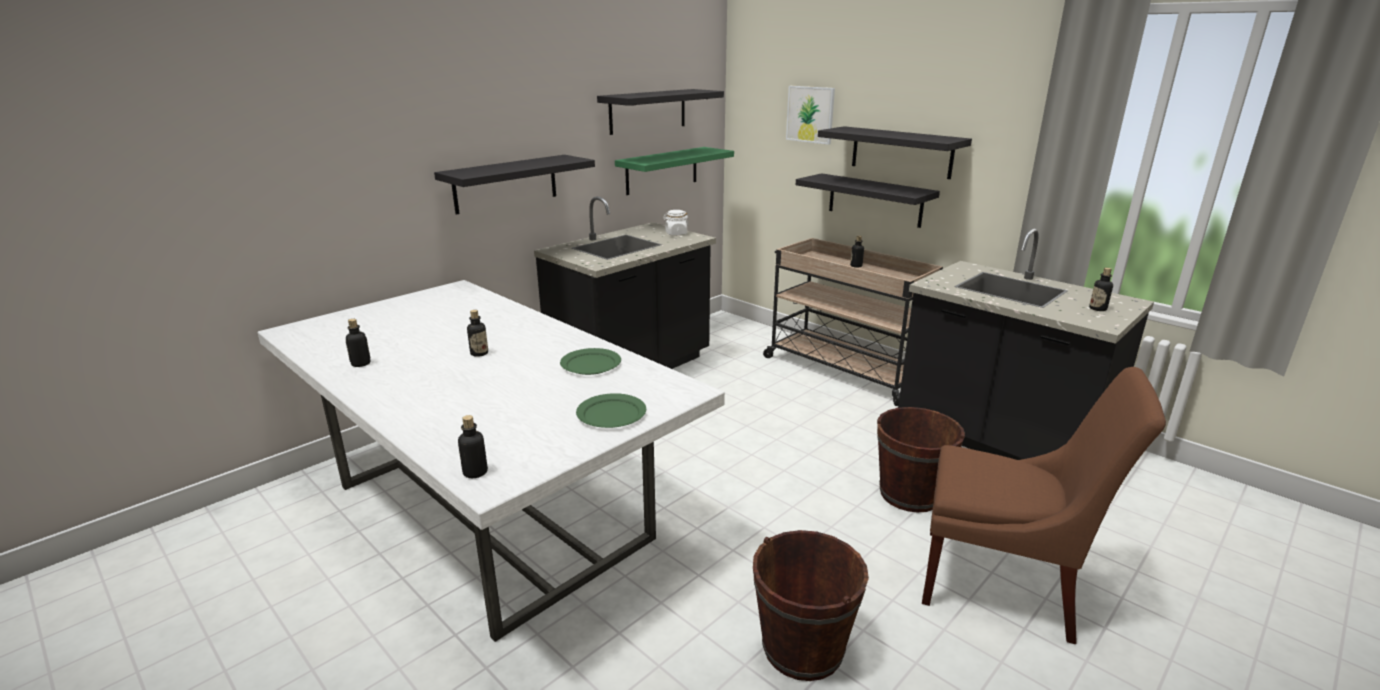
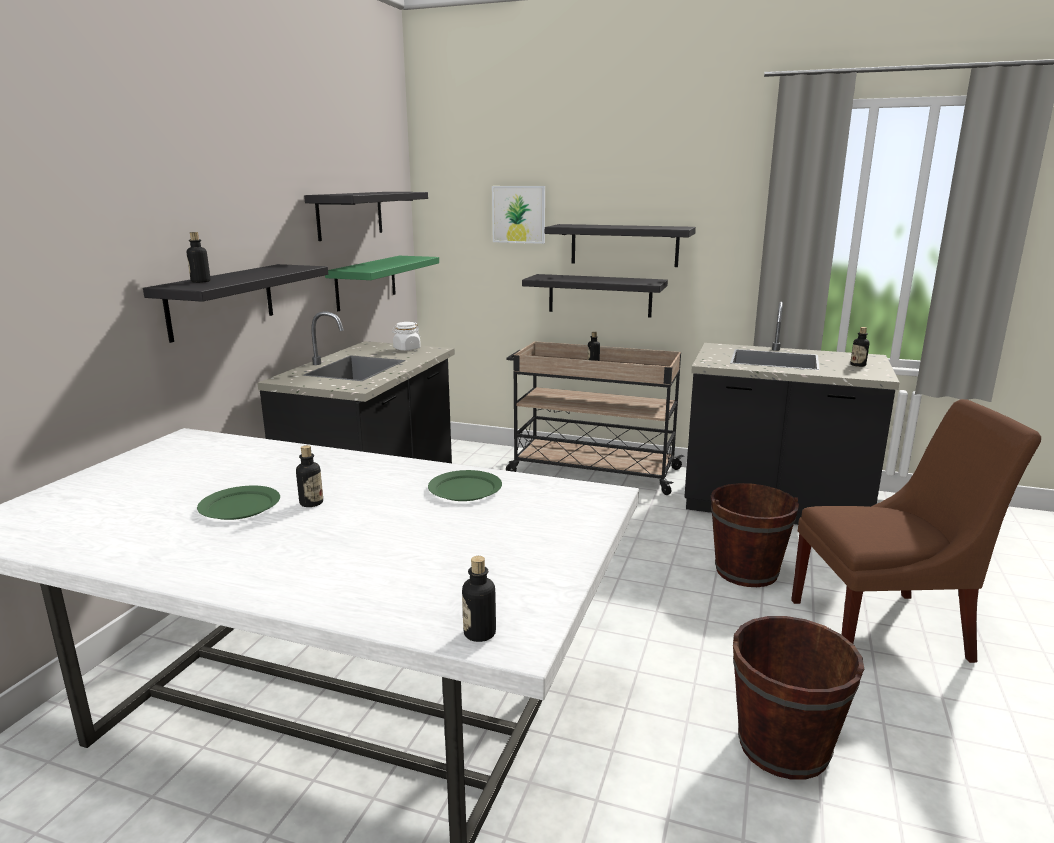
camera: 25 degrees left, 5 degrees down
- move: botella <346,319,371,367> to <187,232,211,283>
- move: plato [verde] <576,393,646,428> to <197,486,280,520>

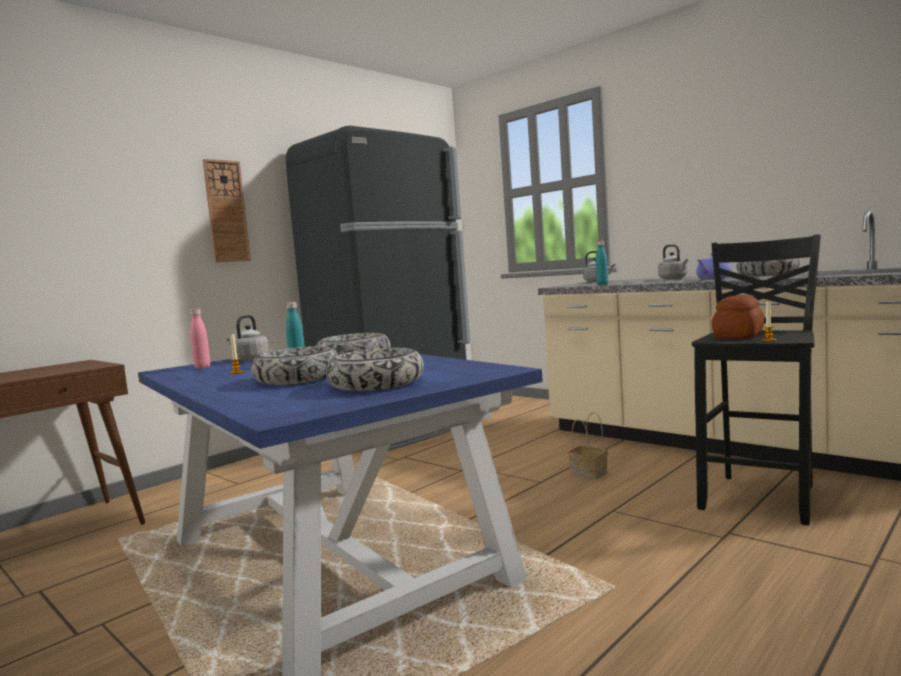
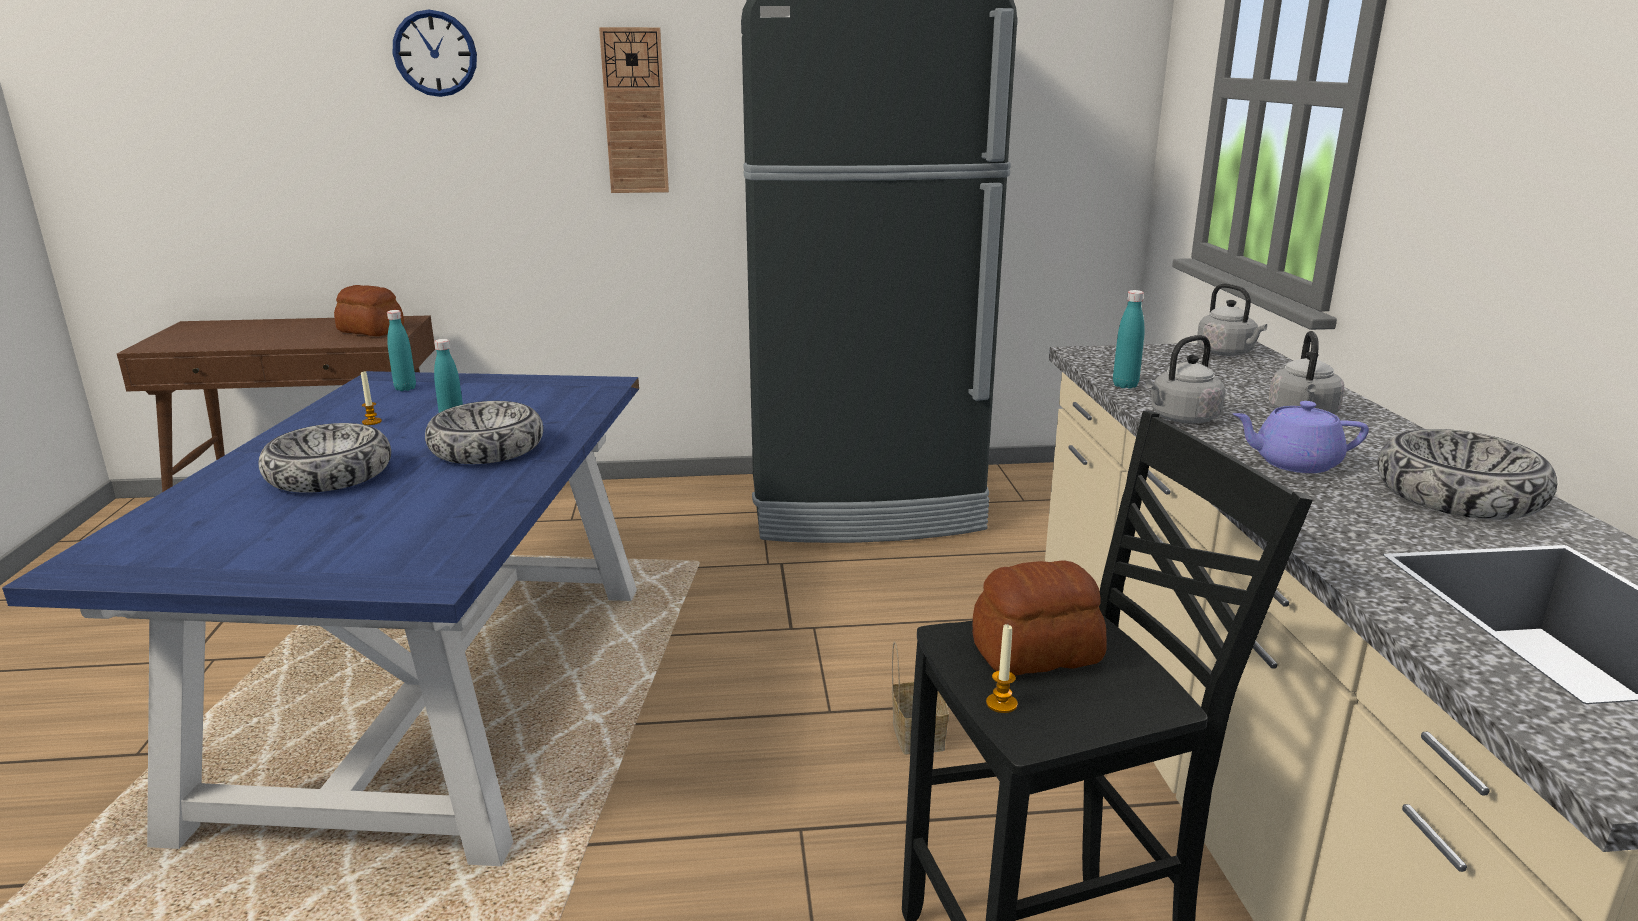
camera: 40 degrees right, 15 degrees up
- delete: cuenco <326,348,424,391>
- insert: pan <334,285,404,336>
- insert: reloj de pared <393,10,477,97>
- move: hervidor [gris] <226,315,270,361> to <1146,335,1225,424>
- recolor: botella [rosa] <190,309,211,369> to botella [turquesa] <387,310,416,391>

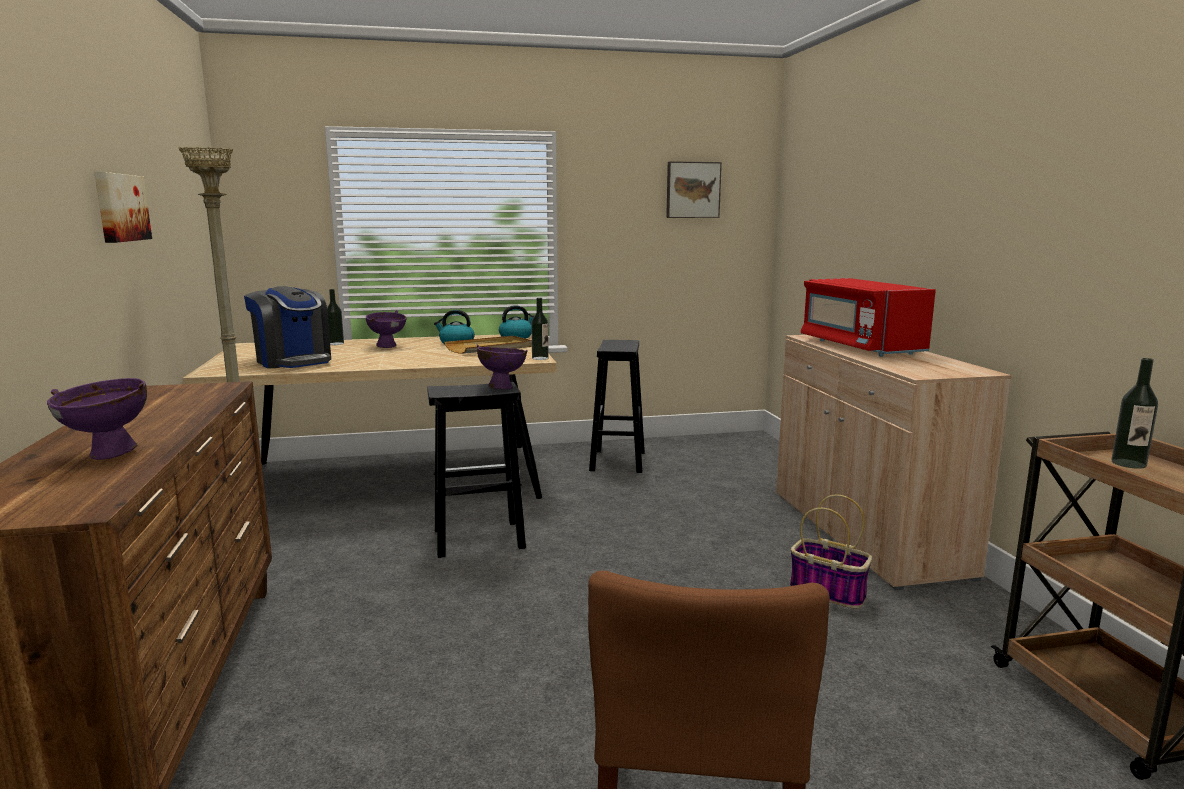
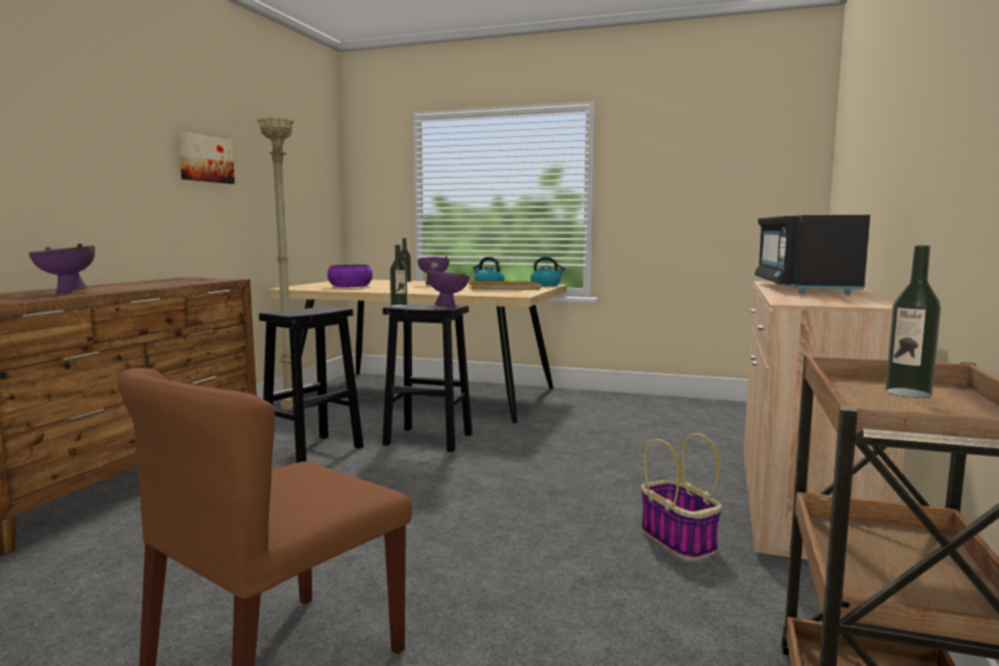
camera: 30 degrees right, 5 degrees down
- delete: cuadro <666,161,722,218>
- move: botella <531,298,549,360> to <390,245,407,307>
- move: taburete [negro] <589,340,645,473> to <259,306,364,463>
- replace: cafetera <244,286,331,369> to cuenco [morado] <327,264,373,288>
- recolor: microondas [rojo] <801,278,936,357> to microondas [negro] <755,215,870,294>

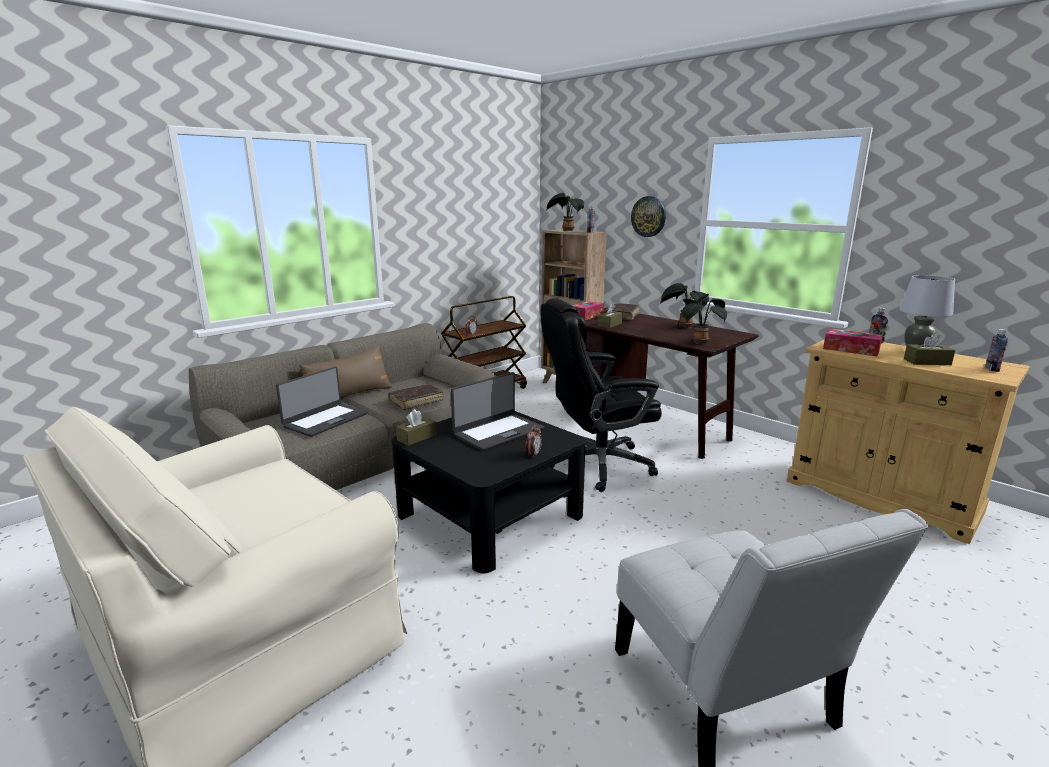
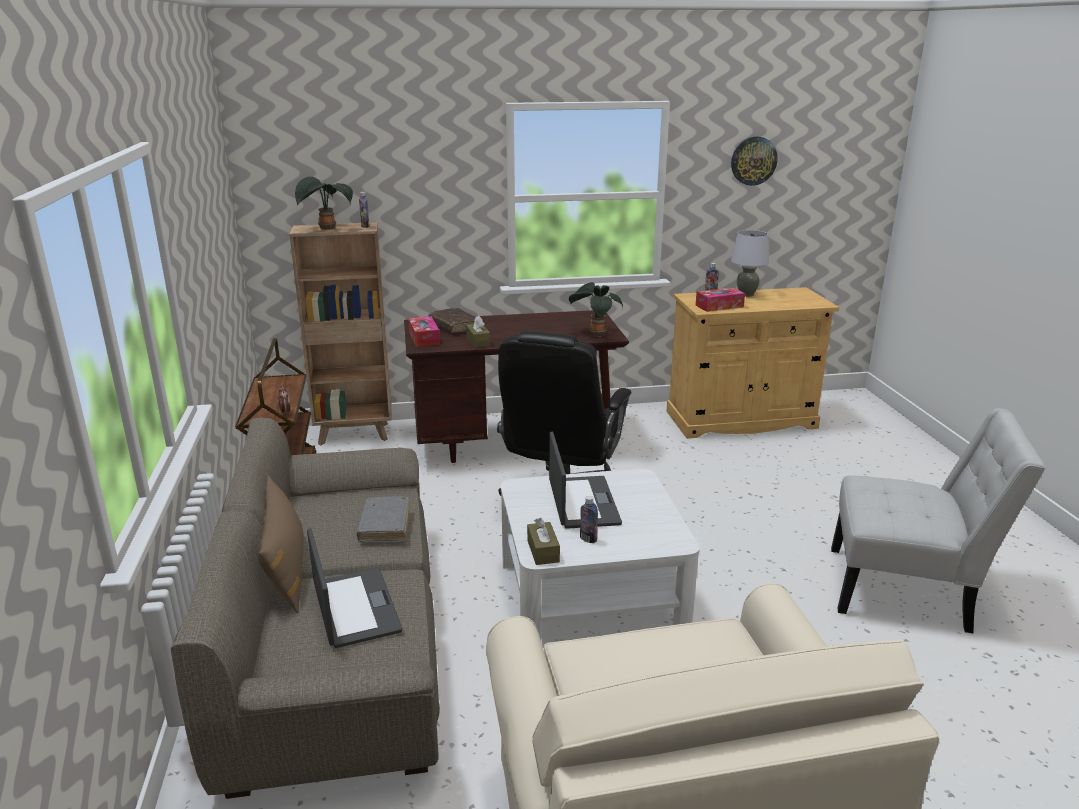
camera: 55 degrees left, 5 degrees up
- delete: despertador <526,425,542,458>
- delete: planta en maceta <660,283,709,328>
- delete: caja de pañuelos [marrón] <904,333,955,365>
- move: reloj de pared <631,196,666,237> to <731,137,778,186>
- move: botella <985,329,1008,372> to <580,496,598,543>
- recolor: libro [marrón] <388,384,444,410> to libro [gris] <357,496,410,543>
- recolor: mesa de centro [negro] <391,411,586,574> to mesa de centro [blanco] <501,468,700,643>

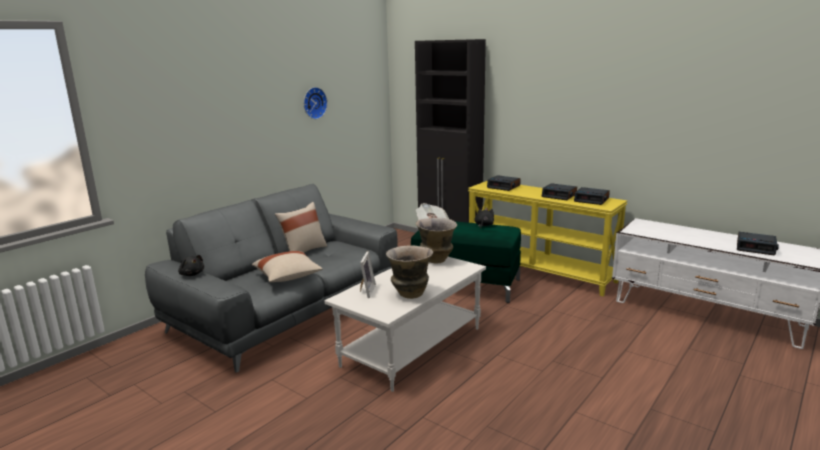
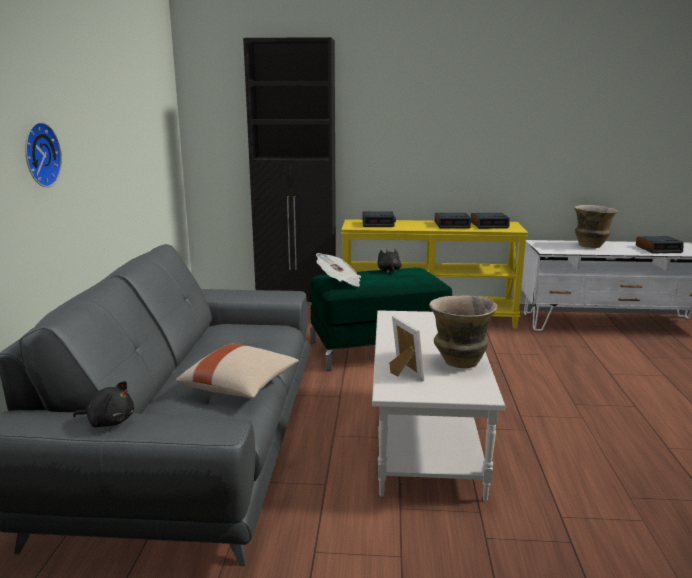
camera: 35 degrees left, 0 degrees up
- delete: cojín [beis] <275,202,327,252>
- move: reloj de pared <304,87,327,119> to <25,122,62,187>
- move: florero <416,218,457,263> to <574,205,618,248>

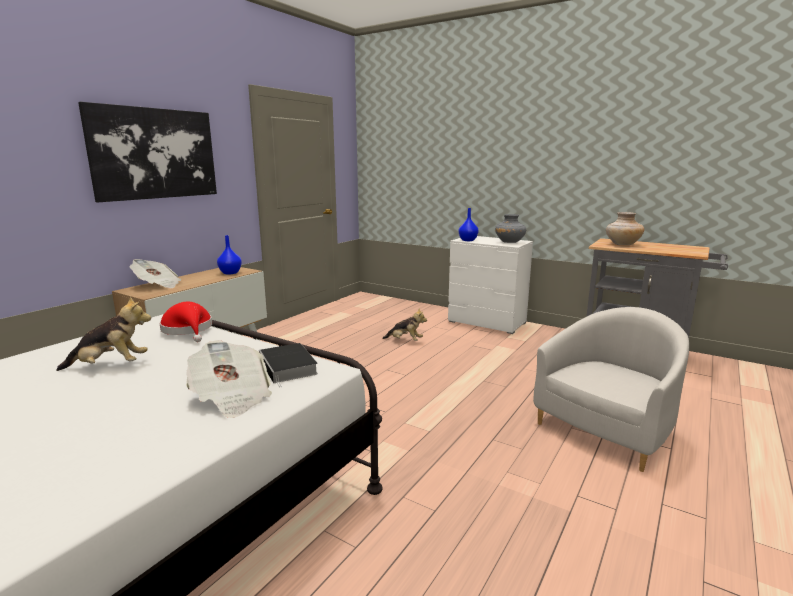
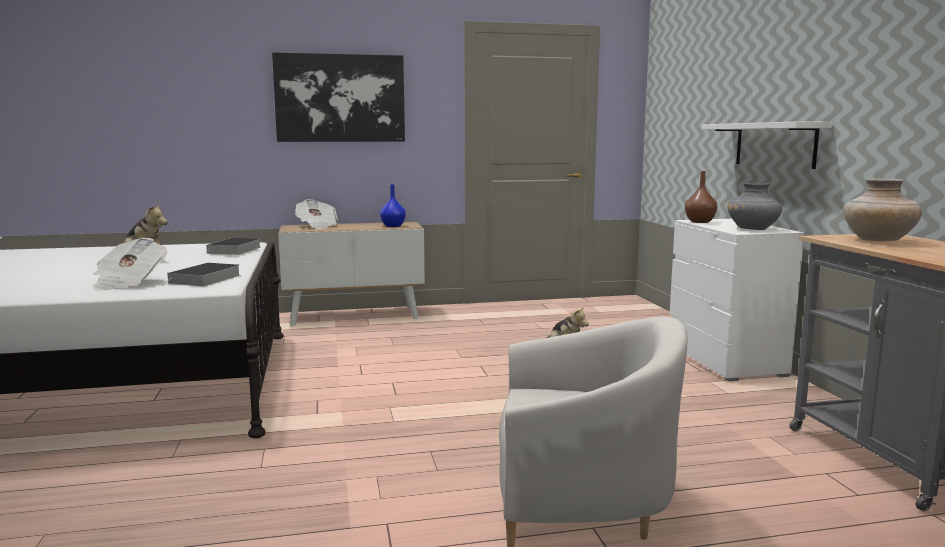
camera: 45 degrees right, 5 degrees down
- insert: estante [blanco] <702,121,832,169>
- replace: sombrero [rojo] <159,302,212,342> to libro <204,238,261,255>
- recolor: florero [azul] <459,208,479,241> to florero [marrón] <685,171,718,223>

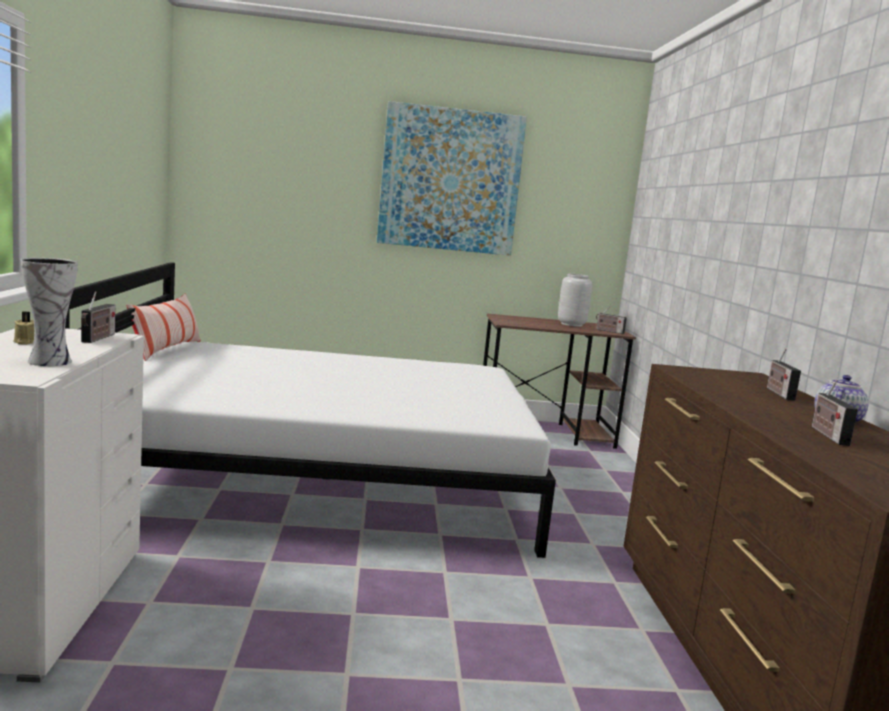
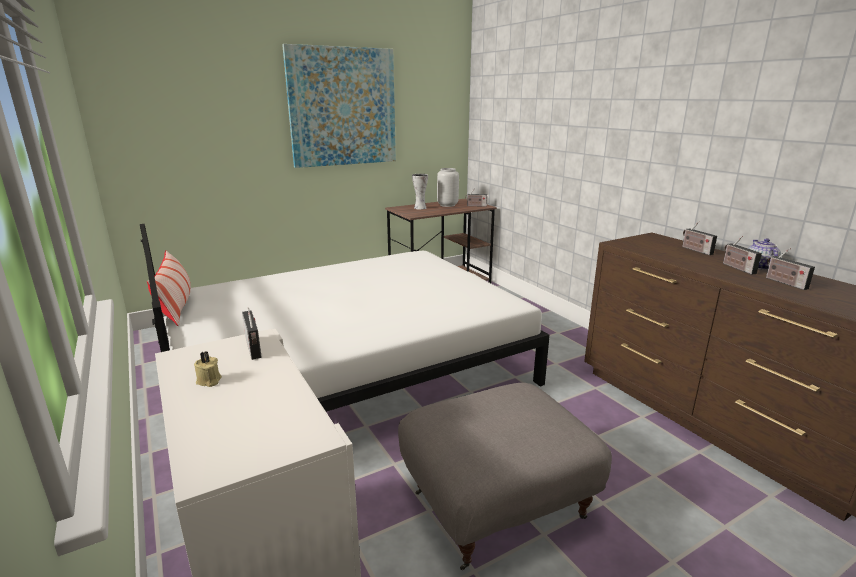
camera: 25 degrees left, 10 degrees up
- insert: puf [gris] <398,383,612,570>
- insert: radio <723,236,762,275>
- move: florero <21,258,78,366> to <412,174,428,210>

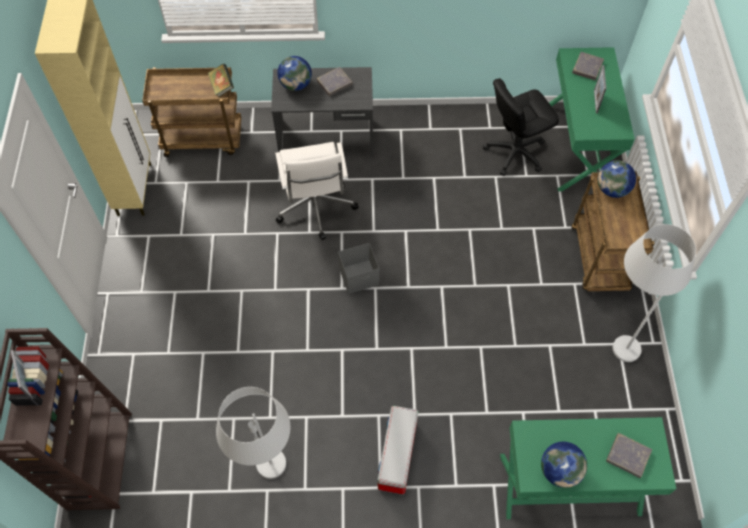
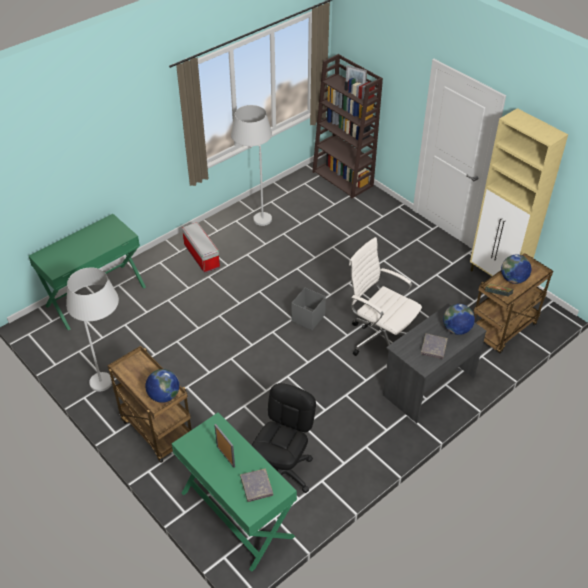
camera: 140 degrees right, 15 degrees down
- delete: libro [gris] <606,433,652,478>
- move: globo terráqueo <541,442,587,488> to <501,254,531,284>

